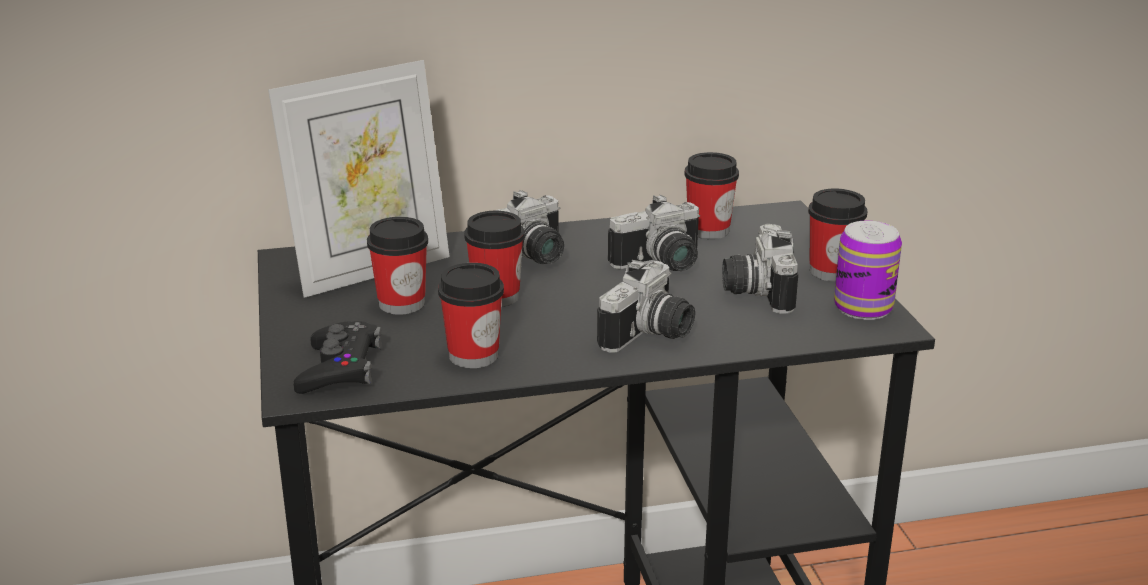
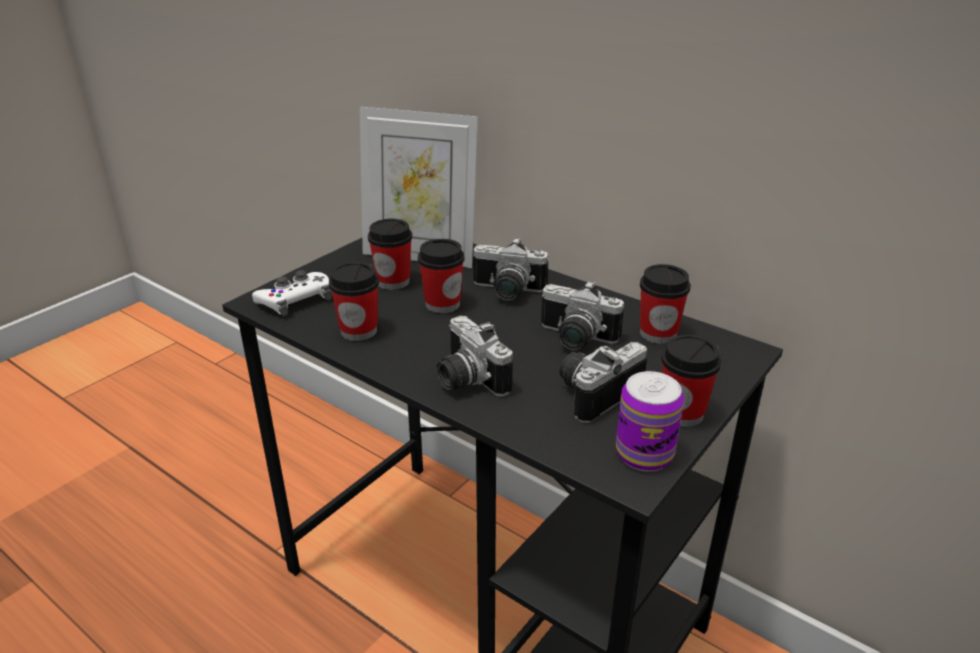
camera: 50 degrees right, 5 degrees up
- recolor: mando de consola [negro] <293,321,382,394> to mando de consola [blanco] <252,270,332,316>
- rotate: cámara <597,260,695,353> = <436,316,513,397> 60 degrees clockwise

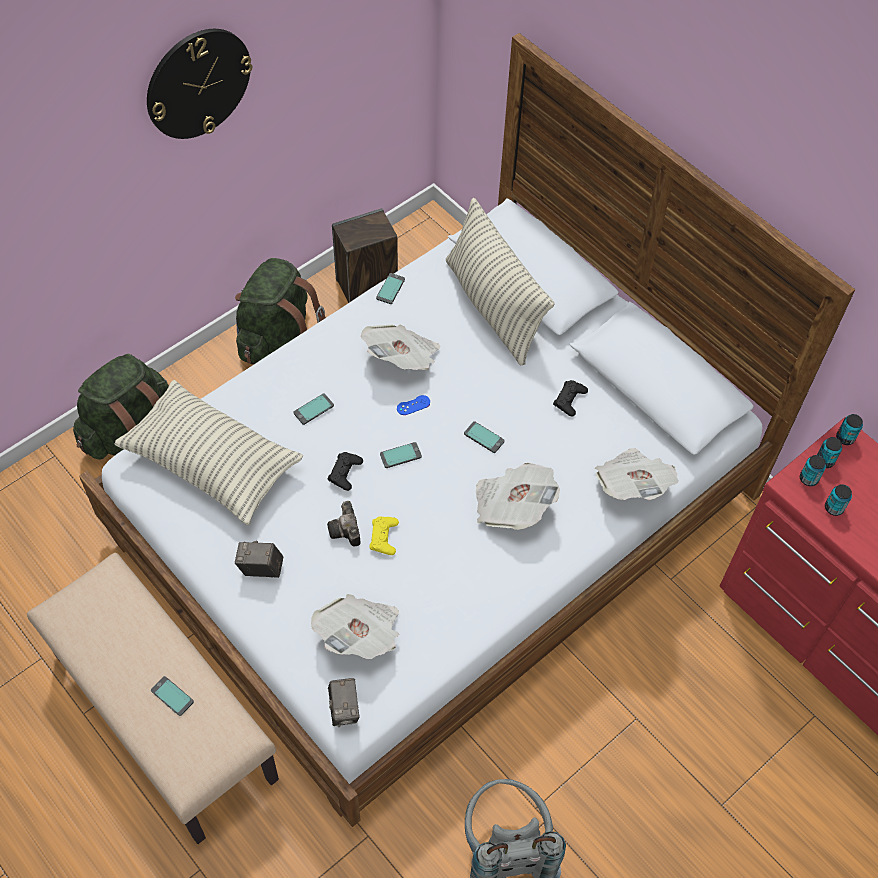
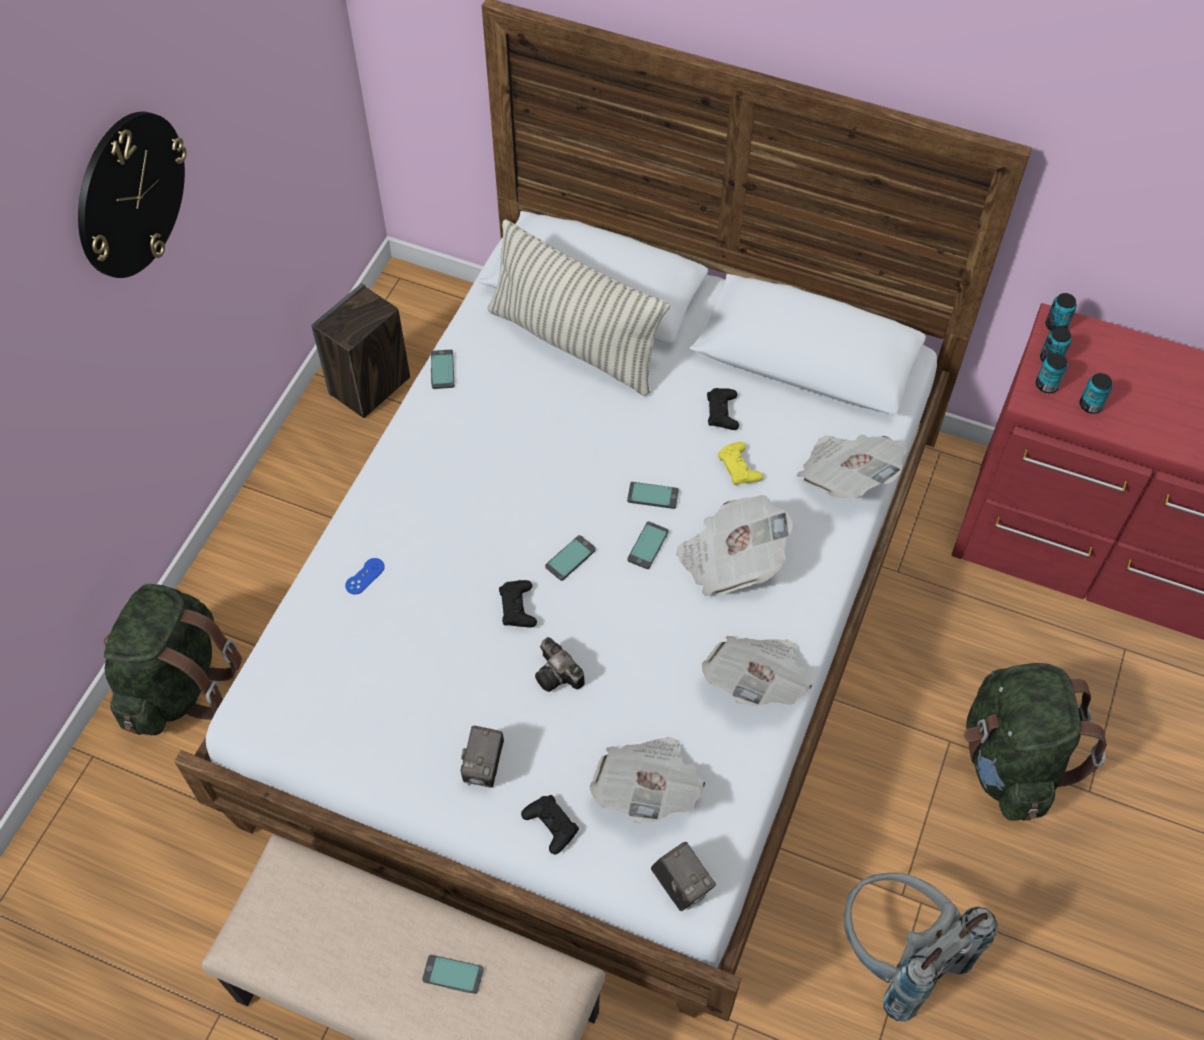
camera: 25 degrees left, 0 degrees up
- delete: cojín <114,380,303,525>
- insert: mando de consola [negro] <521,795,579,855>
- move: mochila [verde] <235,258,326,365> to <964,663,1106,821>
- move: móvil <294,393,334,425> to <627,522,669,569>
- move: periódico <361,325,440,370> to <702,636,812,706>
- move: mando de consola [amarillo] <369,516,399,555> to <718,442,763,485>
- move: mando de consola [azul] <397,395,430,415> to <345,558,385,594>
- rotate: cámara <235,540,283,578> = <460,726,504,787> 60 degrees counterclockwise

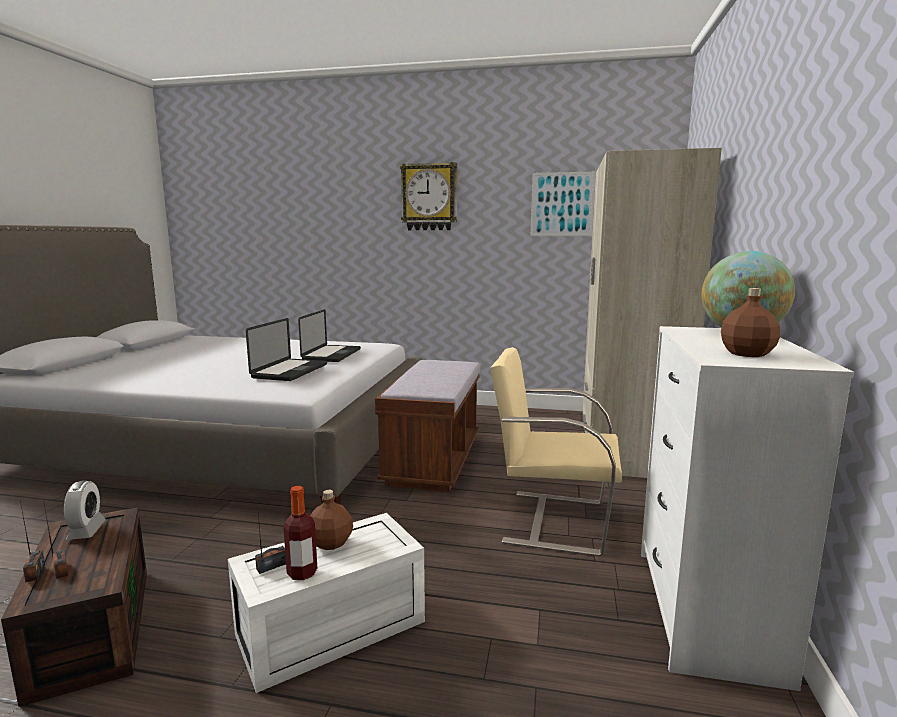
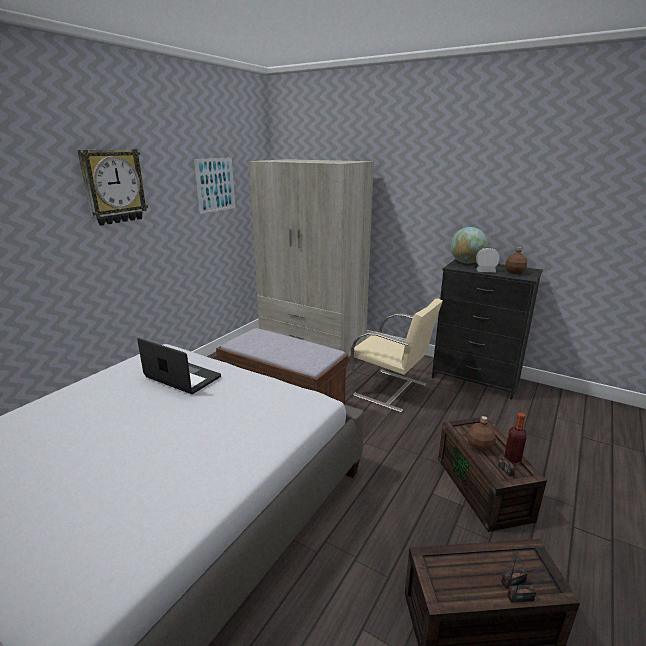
camera: 70 degrees left, 10 degrees up
- delete: portátil <246,318,327,381>
- move: despertador <64,481,106,540> to <476,247,500,272>
- recolor: caja de almacenaje [blanco] <228,513,425,693> to caja de almacenaje [marrón] <438,417,547,532>
- recolor: cómoda [blanco] <641,326,854,691> to cómoda [negro] <432,259,543,400>
- rotate: silla [beis] <490,347,622,557> = <350,298,443,413> 90 degrees counterclockwise

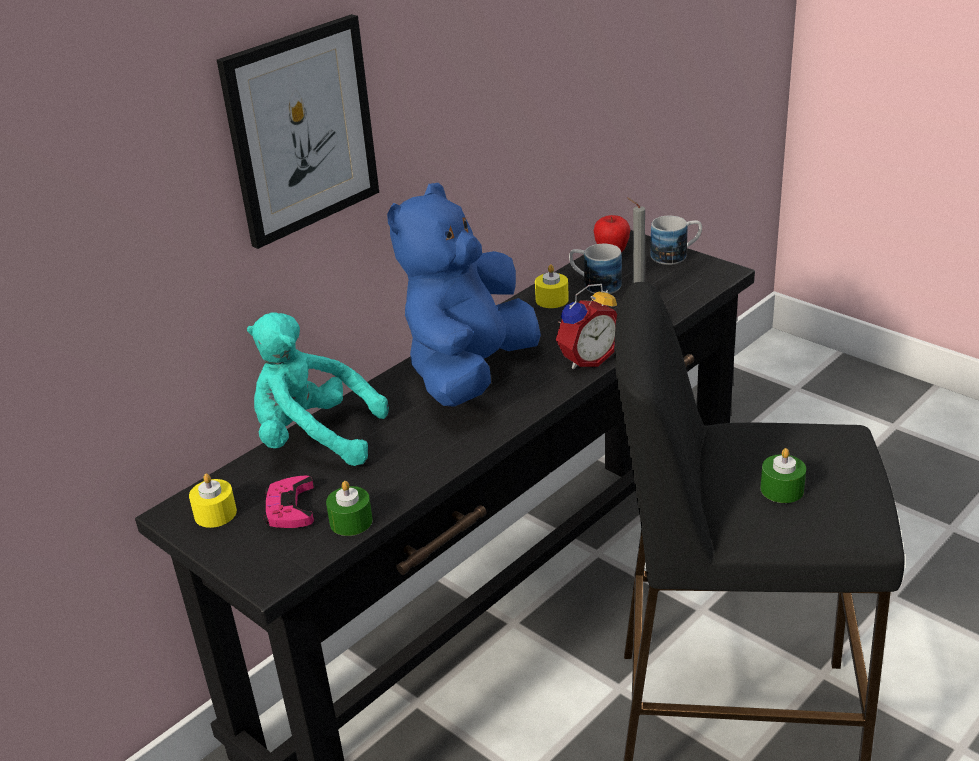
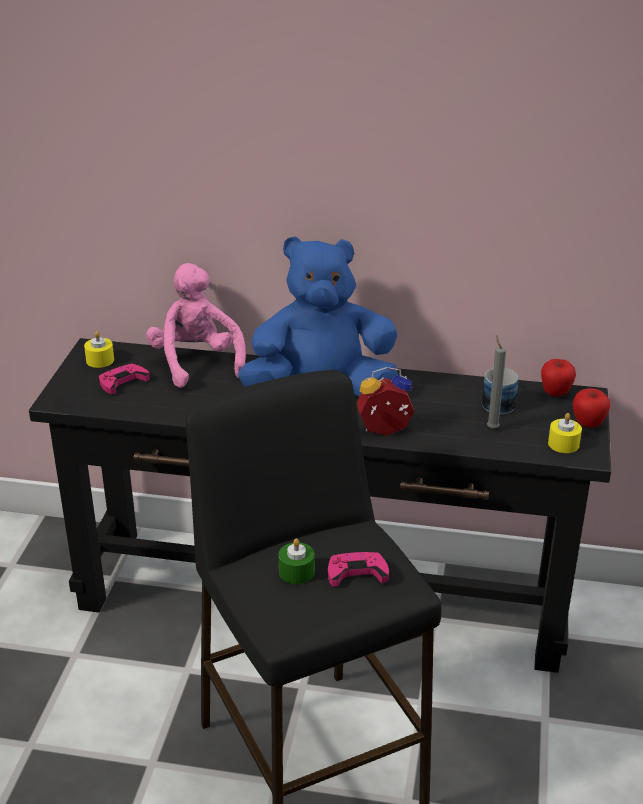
camera: 55 degrees right, 0 degrees up
- delete: cuadro <217,14,379,249>
- delete: vela [verde] <326,481,373,536>
- insert: mando de consola [rosa] <328,551,389,587>
- move: vela [amarillo] <535,264,569,308> to <548,413,582,453>
- replace: taza grande <651,216,702,265> to manzana <573,389,611,428>
- recolor: peluche [turquesa] <247,312,389,466> to peluche [rosa] <146,263,246,388>
- rotate: despertador <556,284,617,369> = <357,367,414,436> 150 degrees clockwise

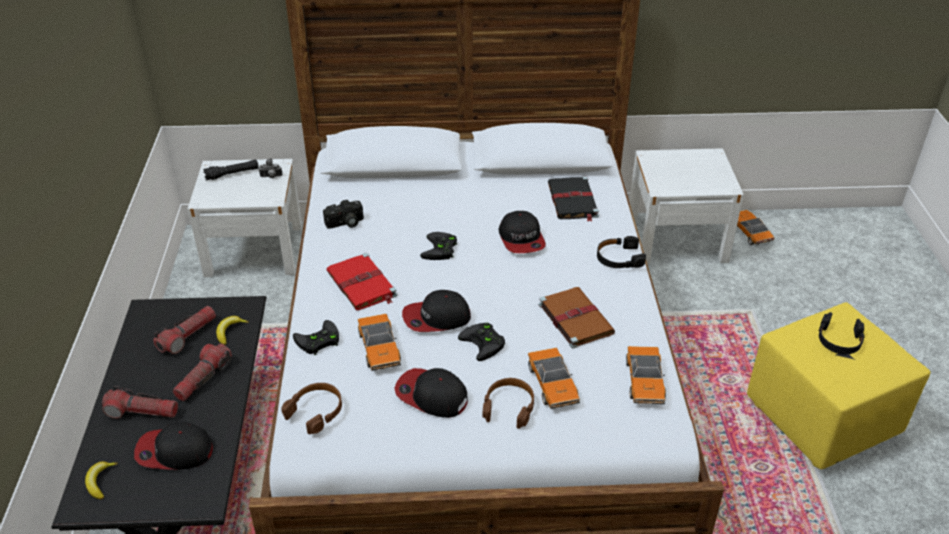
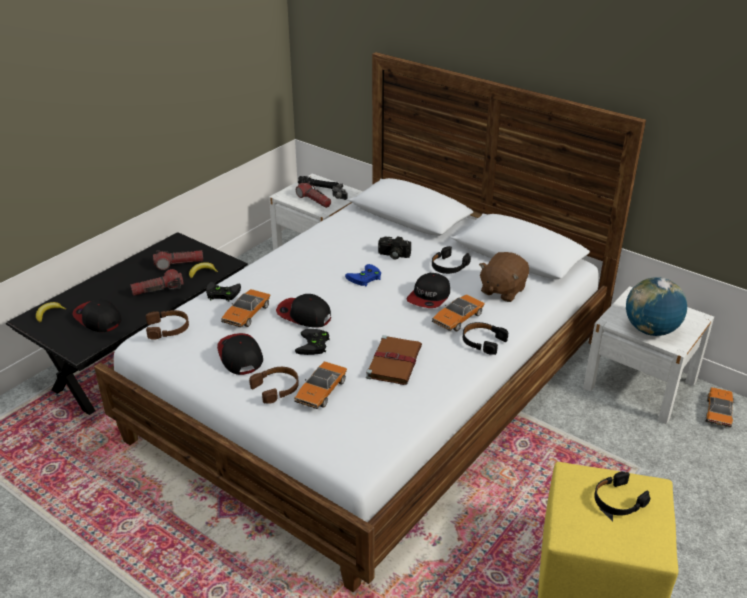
camera: 40 degrees right, 5 degrees down
- delete: libro [rojo] <326,253,397,310>
- insert: auriculares [negro] <432,246,471,274>
- insert: globo terráqueo <626,277,687,336>
- move: linterna <102,386,178,419> to <296,181,331,208>
- move: cámara <323,200,364,228> to <378,236,411,260>
- move: coche de juguete <626,346,666,404> to <432,294,485,331>
- replace: libro [negro] <548,176,599,221> to peluche [marrón] <479,252,529,302>
- recolor: mando de consola [negro] <420,232,457,260> to mando de consola [azul] <345,264,381,286>

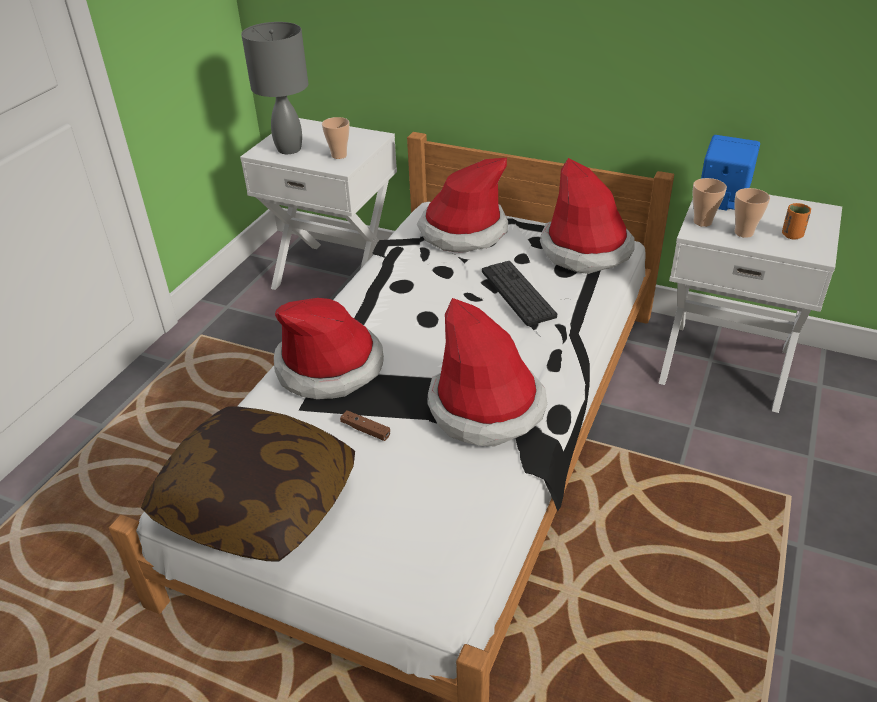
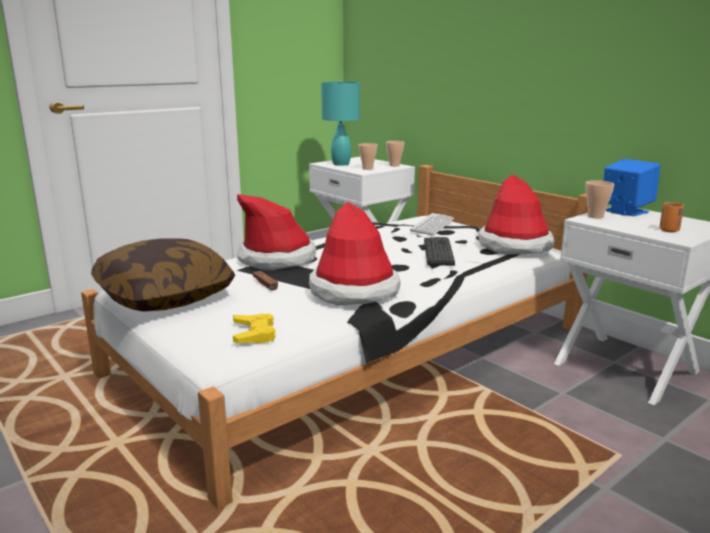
camera: 25 degrees right, 20 degrees down
- insert: mando de consola [amarillo] <233,313,276,343>
- move: taza <734,188,770,238> to <386,141,404,166>
- replace: sombrero <417,158,508,253> to teclado <410,213,454,236>
- recolor: lámpara de mesa [gris] <241,22,308,154> to lámpara de mesa [turquesa] <321,81,360,166>

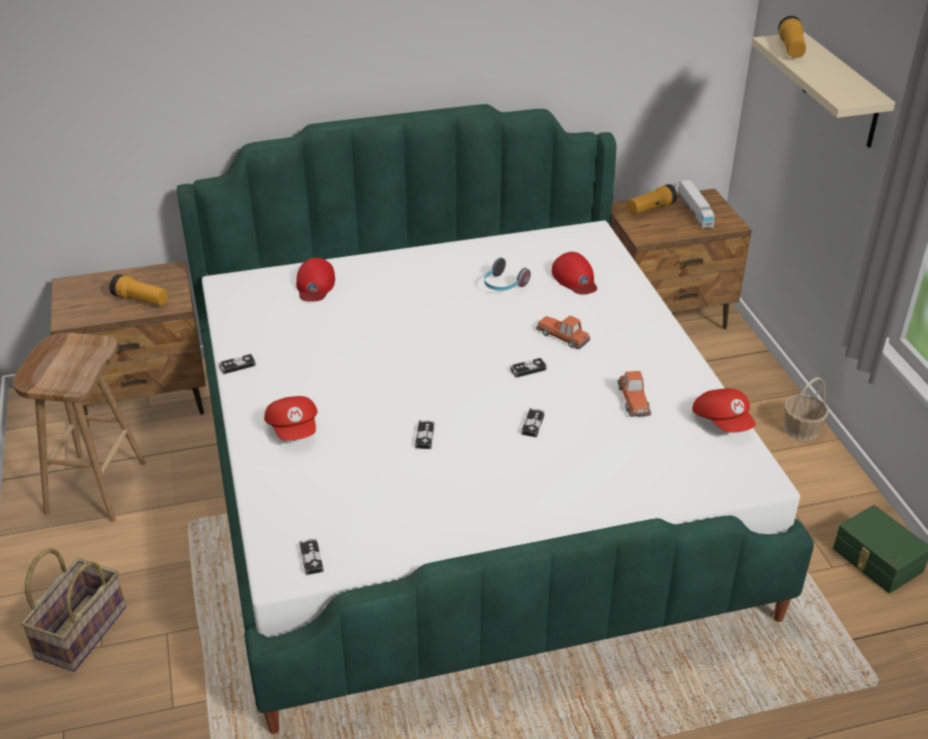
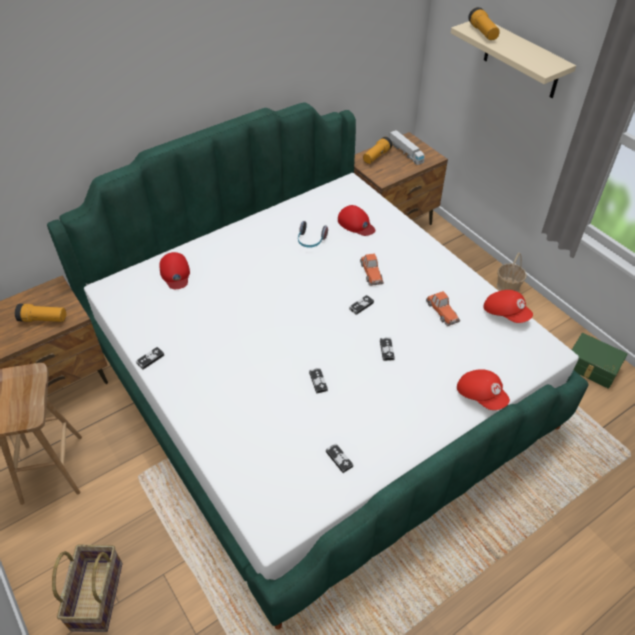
camera: 20 degrees left, 10 degrees up
- move: gorra [rojo] <264,396,318,441> to <457,369,510,410>
- move: mando de consola <299,539,324,575> to <326,444,353,473>
- rotate: coche de juguete <536,315,590,349> = <360,253,384,286> 120 degrees counterclockwise

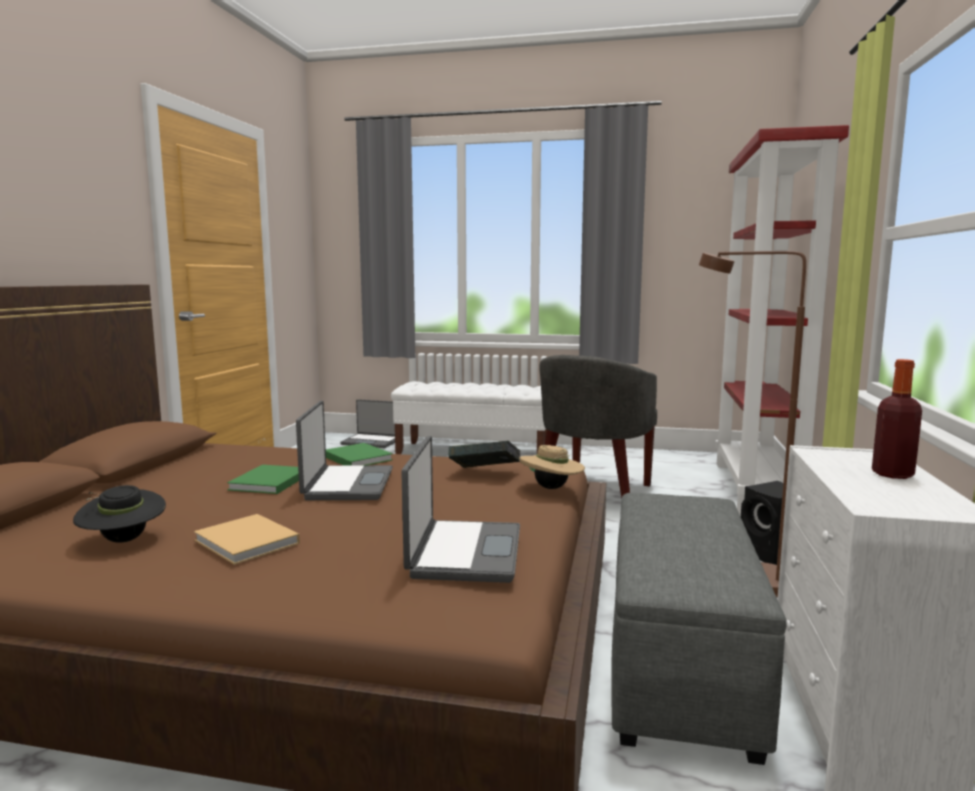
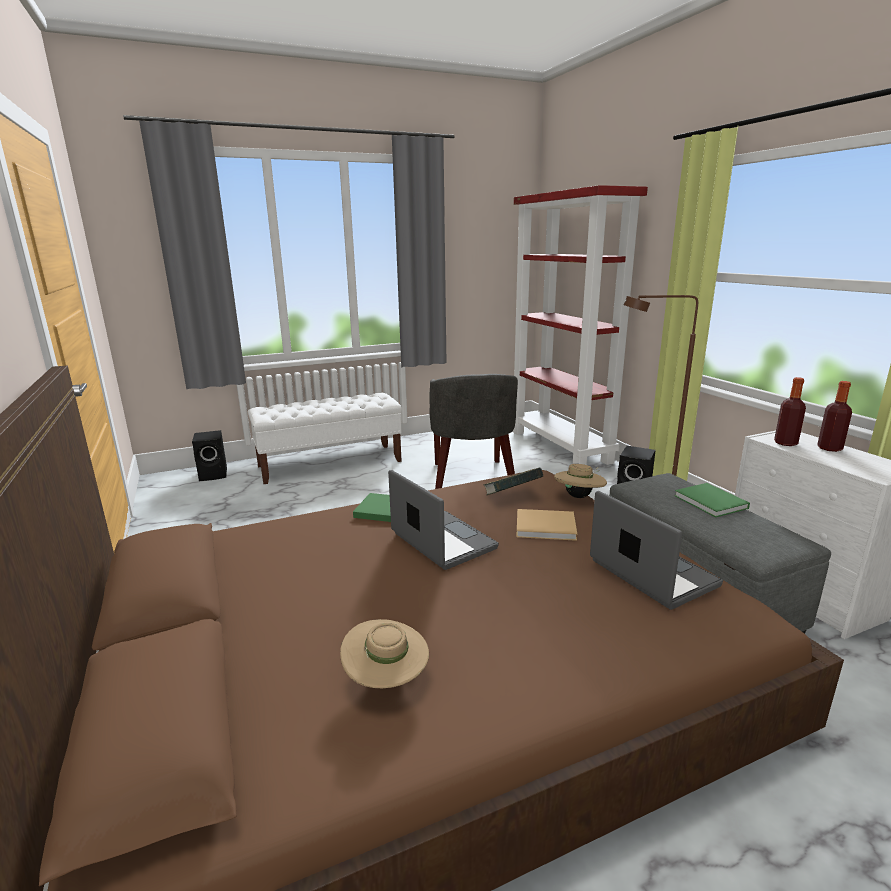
camera: 35 degrees left, 10 degrees up
- insert: botella <774,377,806,446>
- move: libro [beis] <194,514,300,565> to <516,509,577,541>
- move: libro [verde] <227,465,299,494> to <674,483,750,517>
- replace: portátil <340,399,395,448> to altavoz [negro] <192,430,227,481>
- recolor: sombrero [negro] <73,485,166,543> to sombrero [beis] <340,619,429,688>

